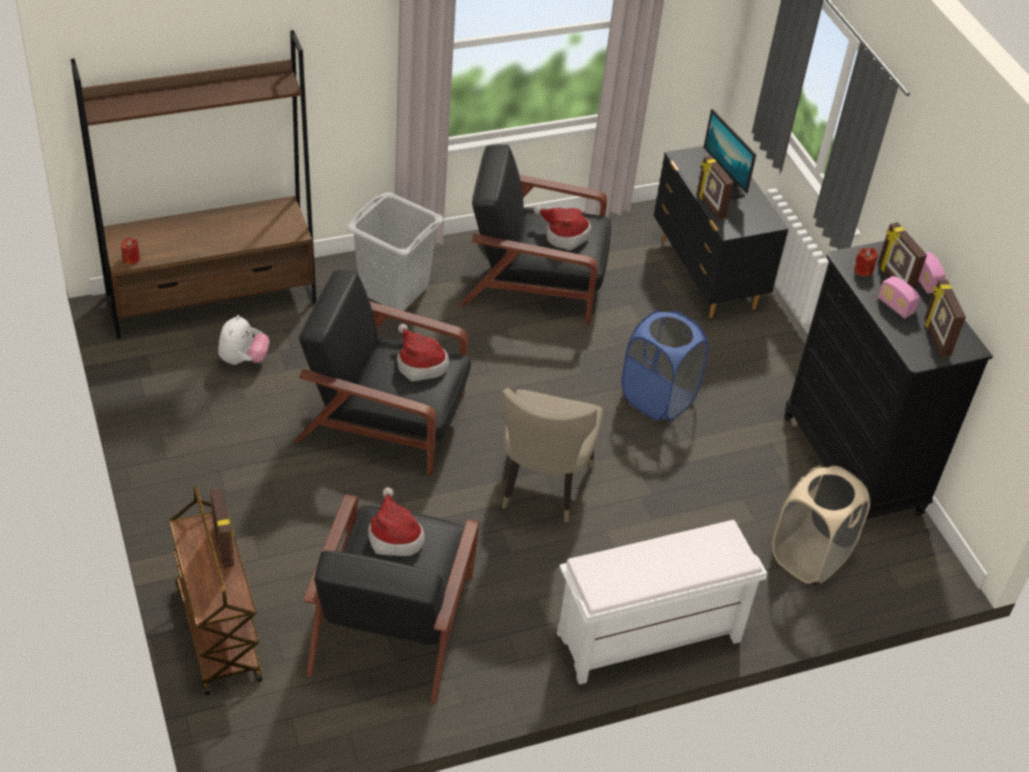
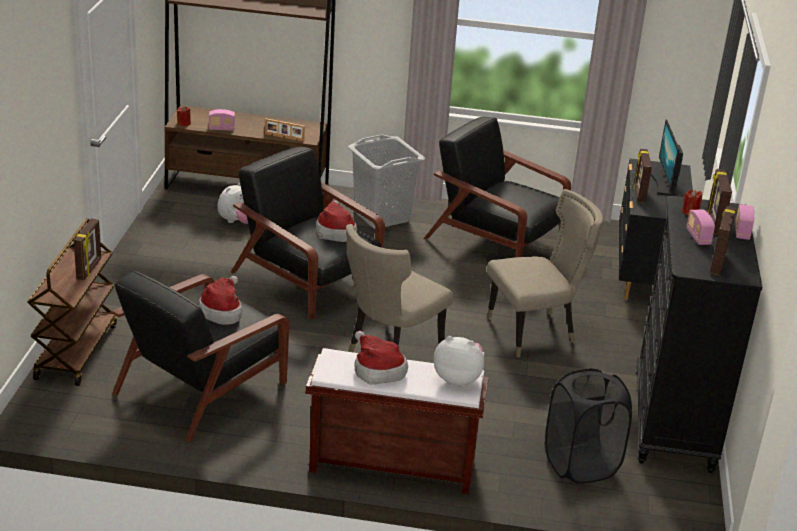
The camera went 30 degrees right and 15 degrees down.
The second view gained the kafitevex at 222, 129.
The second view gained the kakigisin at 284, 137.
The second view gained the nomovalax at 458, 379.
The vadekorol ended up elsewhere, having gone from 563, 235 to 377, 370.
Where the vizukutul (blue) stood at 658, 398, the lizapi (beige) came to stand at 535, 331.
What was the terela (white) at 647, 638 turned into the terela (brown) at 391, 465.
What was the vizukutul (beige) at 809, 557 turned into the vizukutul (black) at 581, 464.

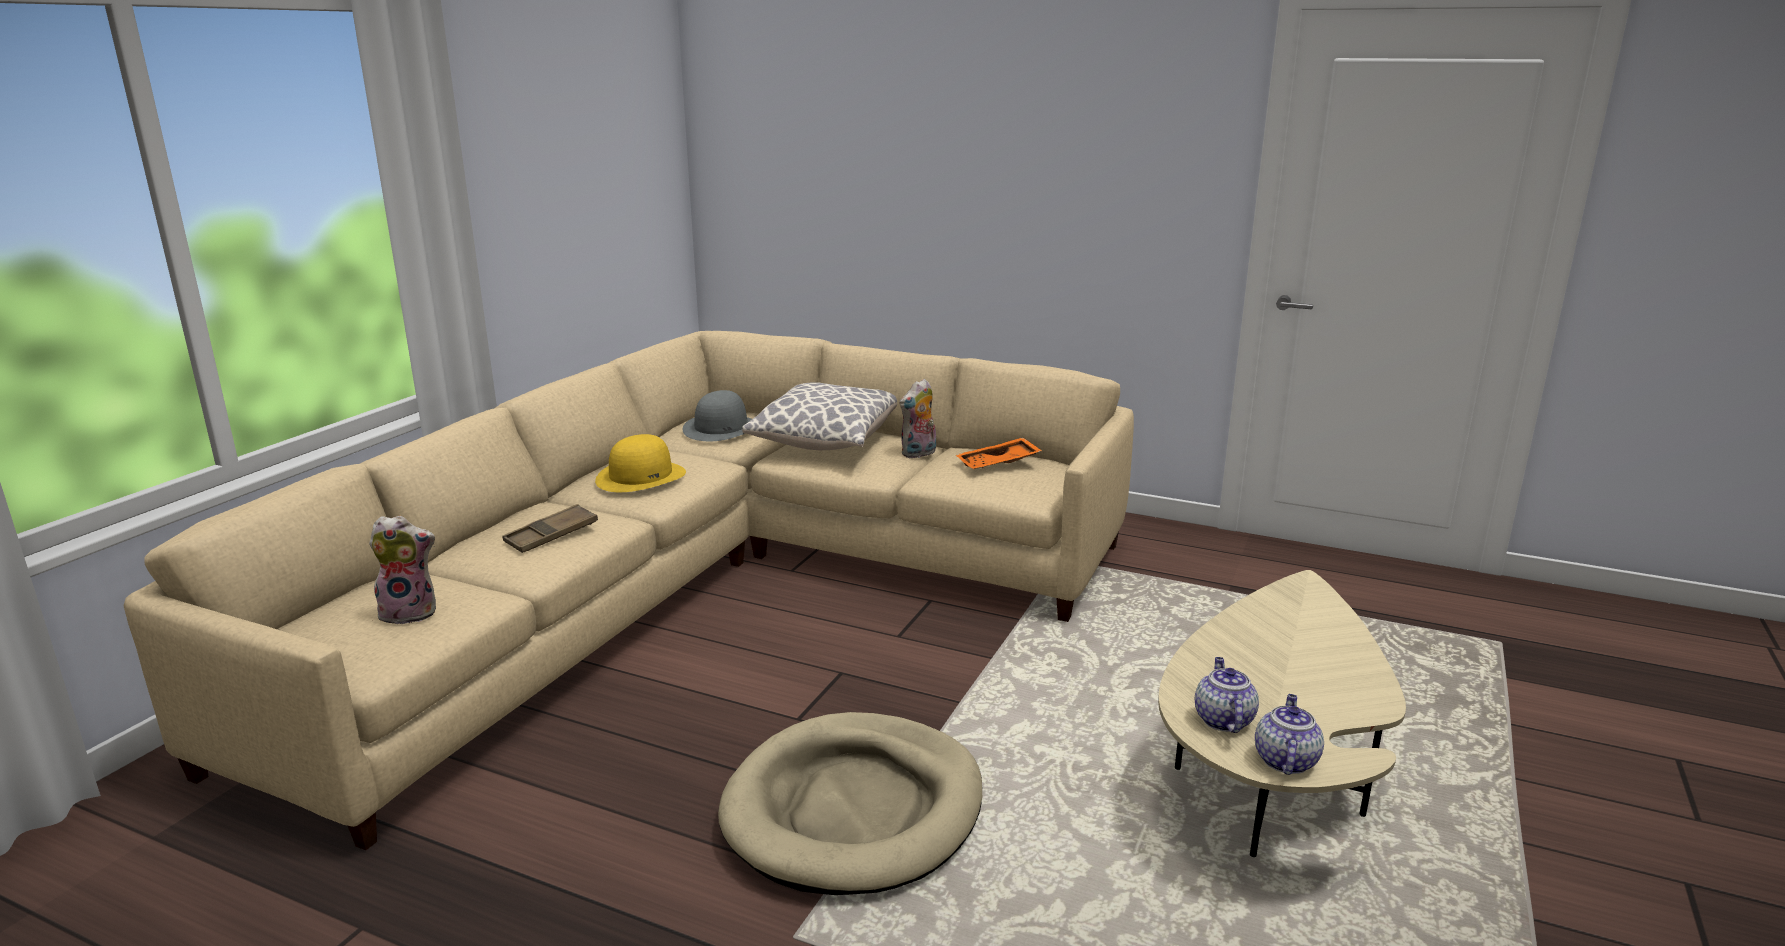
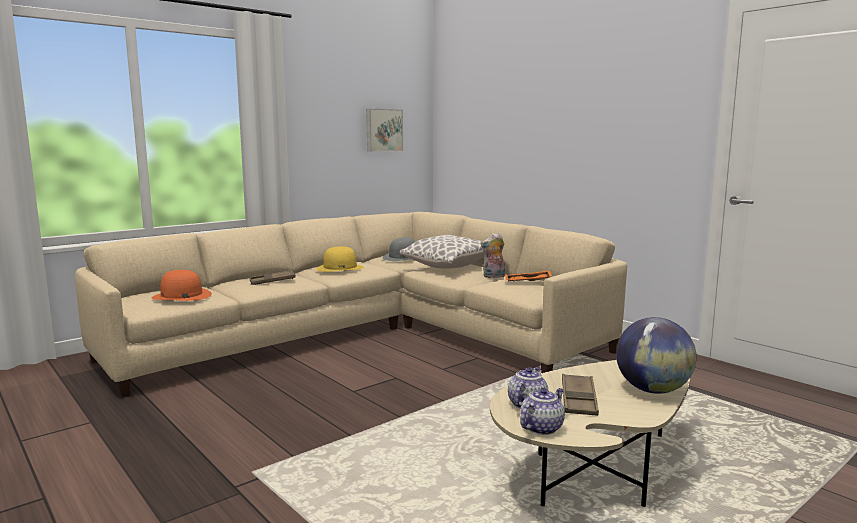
The camera went 25 degrees right and 10 degrees down.
The second view lost the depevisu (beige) at 854, 809.
The second view gained the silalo at 383, 130.
The second view gained the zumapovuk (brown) at 578, 400.
The second view gained the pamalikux at 652, 390.
Where the nomovalax stood at 411, 612, the vadekorol (orange) came to stand at 181, 296.

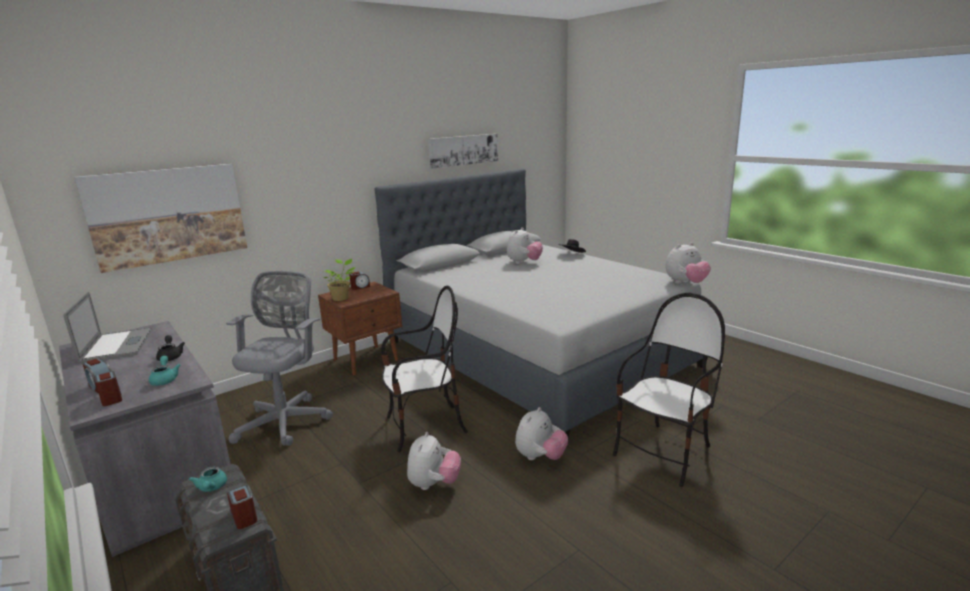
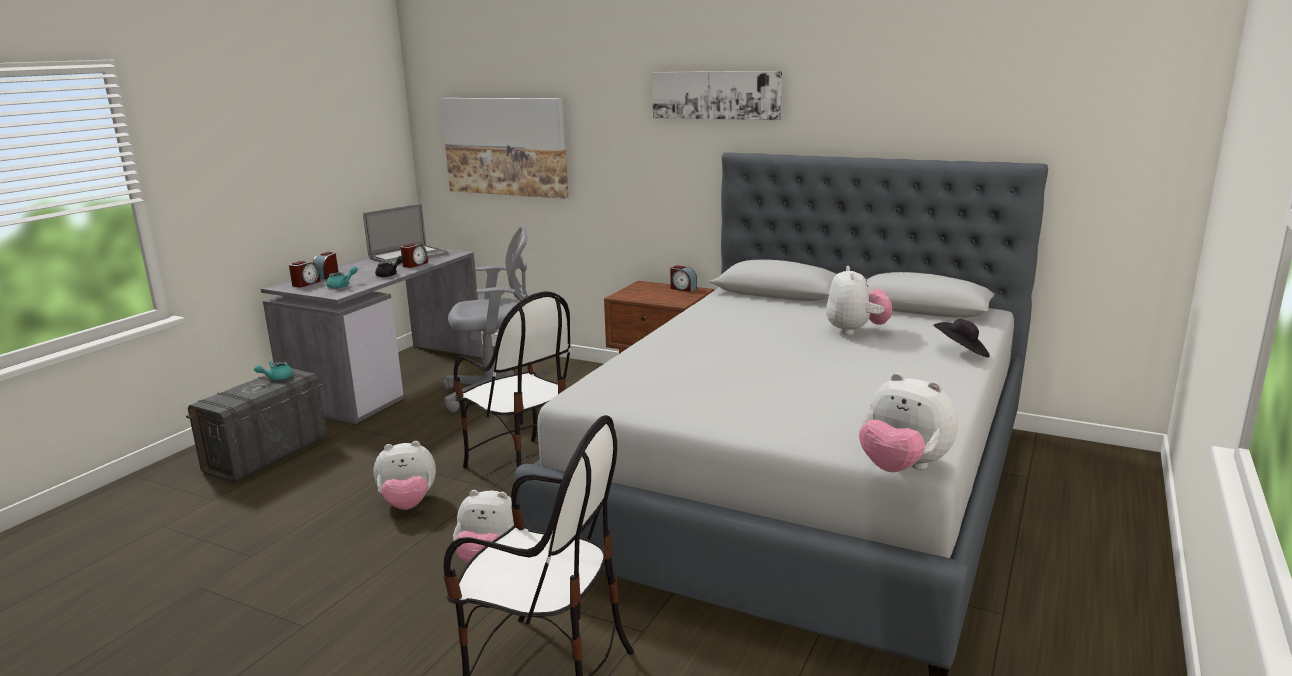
The camera went 65 degrees right and 0 degrees up.
The second view lost the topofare at 341, 298.
The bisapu ended up elsewhere, having gone from 244, 516 to 415, 264.
The silalo ended up elsewhere, having gone from 463, 150 to 716, 95.
The nomovalax at 524, 262 ended up facing another way, 90 degrees counterclockwise from before.

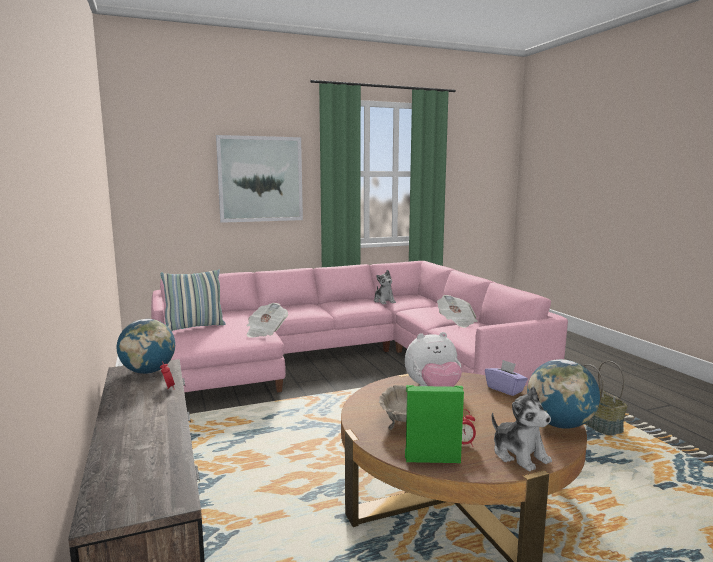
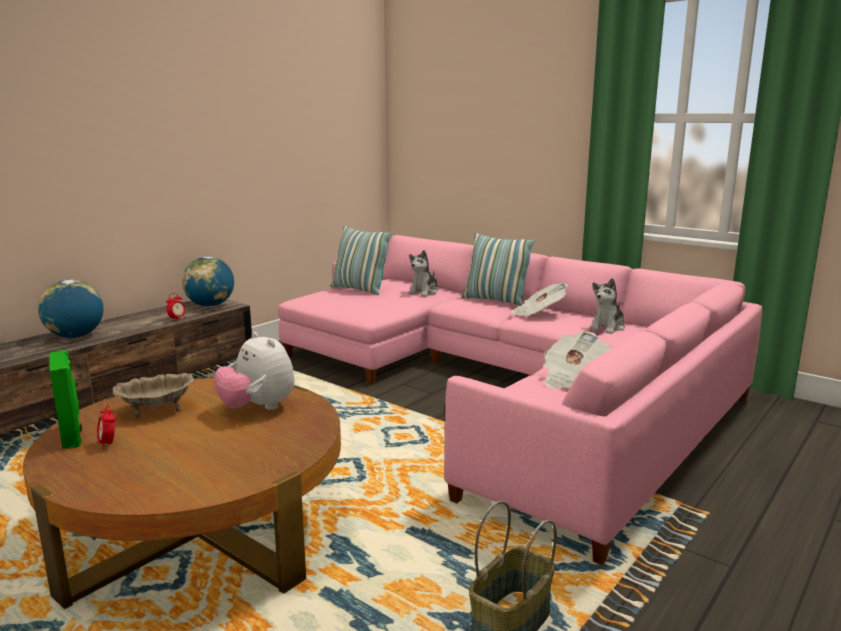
The camera went 60 degrees right and 5 degrees up.
The second view lost the silalo at 260, 179.
The second view lost the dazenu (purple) at 505, 389.
The second view gained the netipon at 495, 300.
The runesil ended up elsewhere, having gone from 265, 332 to 538, 314.
The nomovalax ended up elsewhere, having gone from 519, 455 to 424, 292.
The pamalikux ended up elsewhere, having gone from 560, 424 to 75, 336.

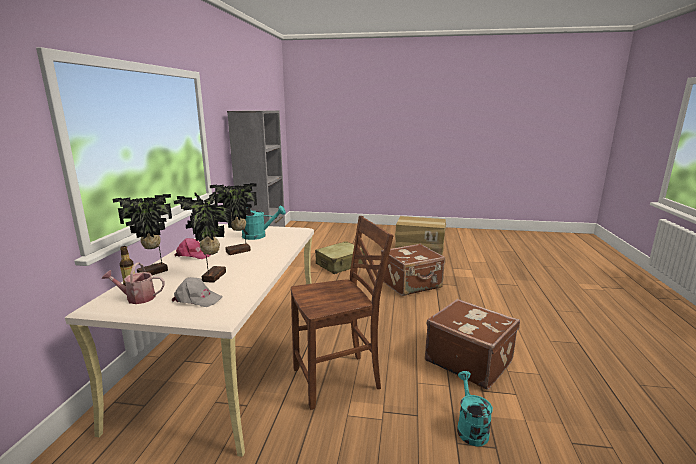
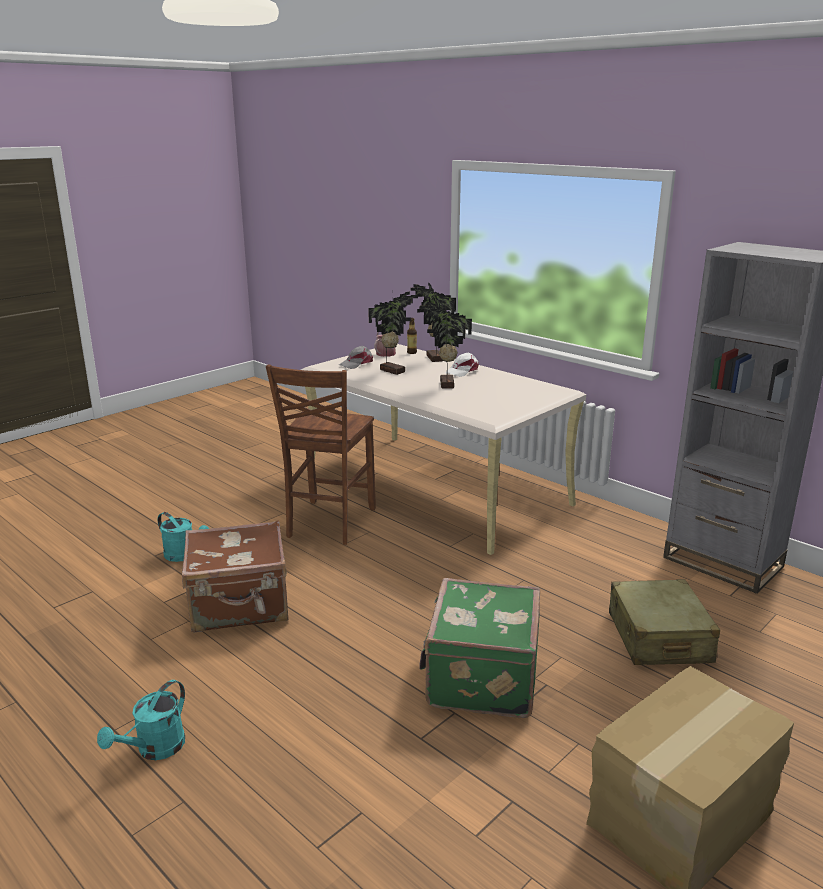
The camera went 125 degrees right and 5 degrees up.
The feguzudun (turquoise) ended up elsewhere, having gone from 258, 236 to 154, 750.
What was the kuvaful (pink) at 194, 255 turned into the kuvaful (white) at 462, 371.
What was the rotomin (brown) at 411, 285 turned into the rotomin (green) at 480, 678.

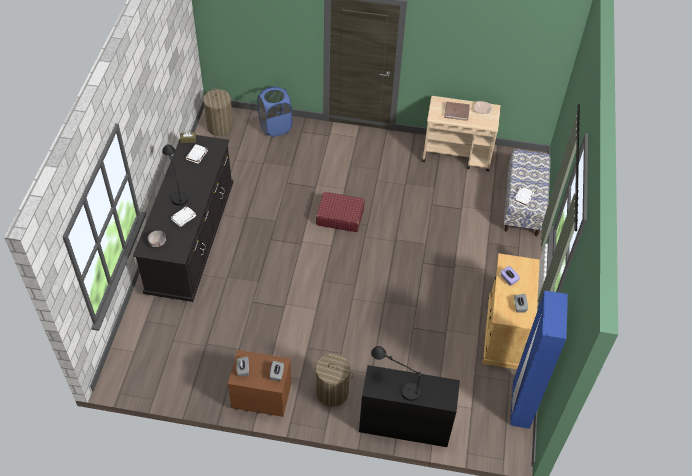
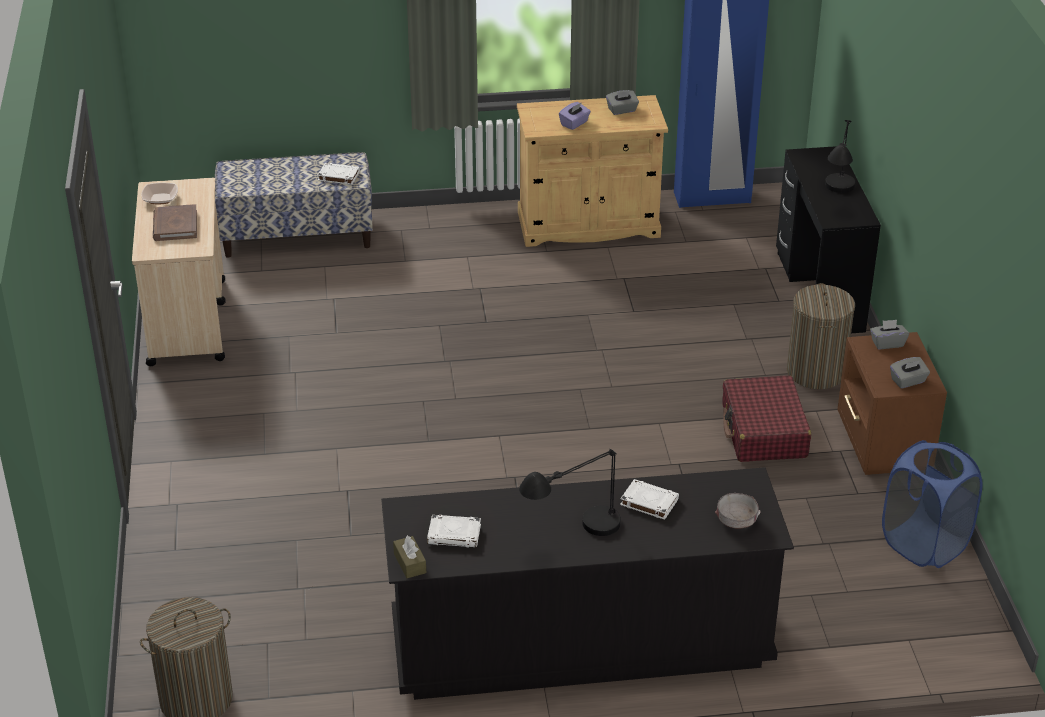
The camera went 105 degrees left and 15 degrees down.
The vizukutul (blue) ended up elsewhere, having gone from 275, 127 to 924, 544.
The rotomin (red) ended up elsewhere, having gone from 340, 216 to 763, 431.

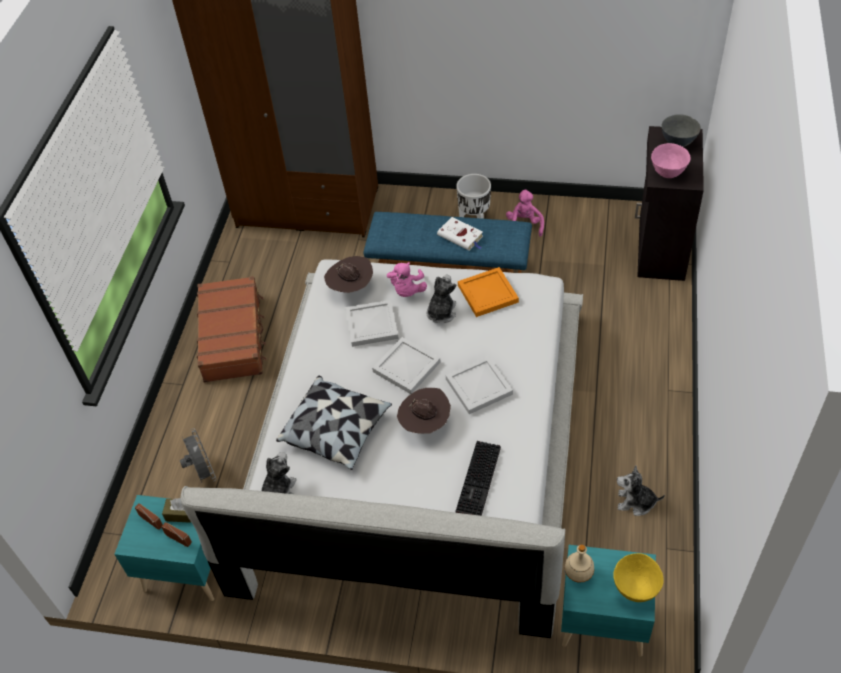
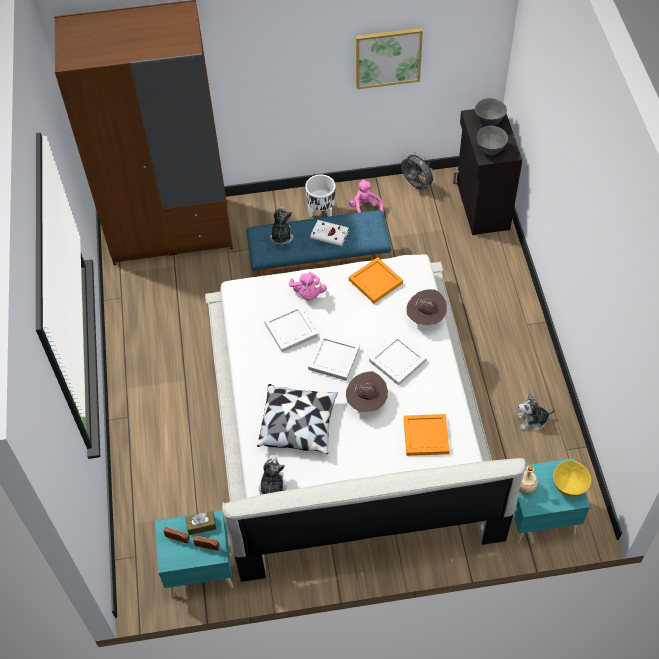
The camera went 20 degrees left and 5 degrees up.
The second view lost the rotomin (brown) at 233, 337.
The second view gained the silalo at 388, 57.
The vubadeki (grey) ended up elsewhere, having gone from 202, 472 to 415, 186.
The vadekorol (brown) ended up elsewhere, having gone from 351, 288 to 426, 318.
The nomovalax ended up elsewhere, having gone from 441, 312 to 281, 236.
Where the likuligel stood at 479, 481, the zumapovuk (orange) came to stand at 426, 436.
What was the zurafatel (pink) at 668, 173 turned into the zurafatel (grey) at 490, 150.

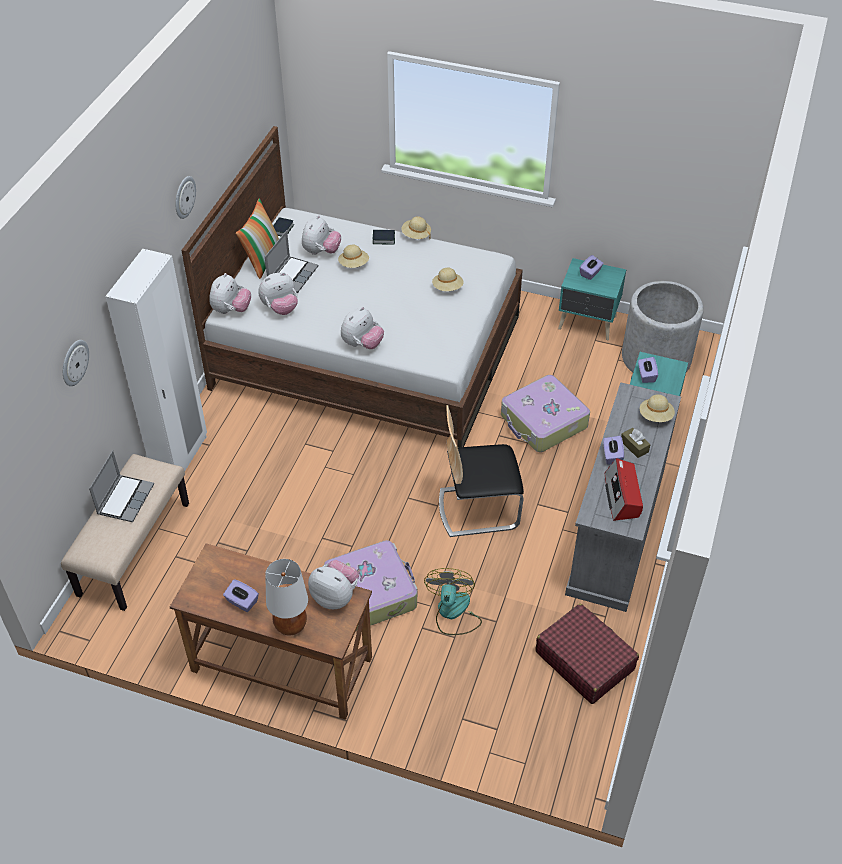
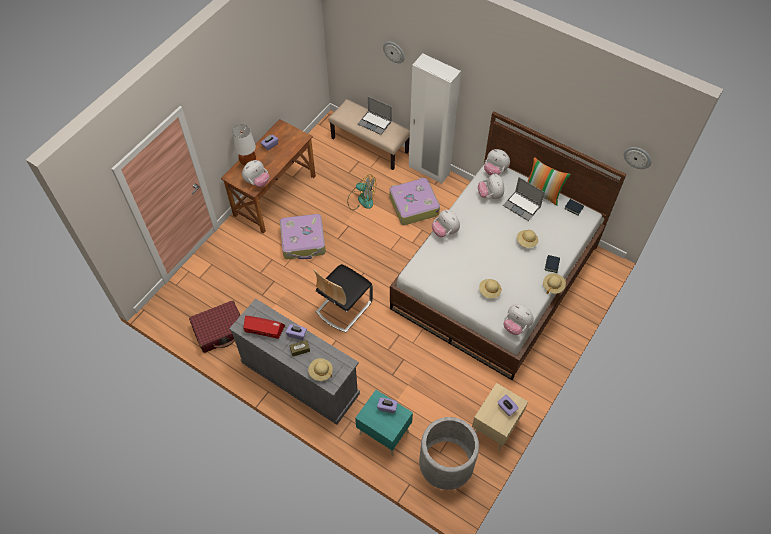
The camera went 105 degrees right and 10 degrees up.
The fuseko ended up elsewhere, having gone from 184, 197 to 637, 157.
The nomovalax ended up elsewhere, having gone from 321, 251 to 516, 326.
The vubadeki ended up elsewhere, having gone from 453, 613 to 361, 199.
The rotomin ended up elsewhere, having gone from 543, 422 to 413, 205.
What was the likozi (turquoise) at 588, 324 turned into the likozi (beige) at 494, 427.
The lizapi at 478, 508 ended up facing another way, 150 degrees counterclockwise from before.

